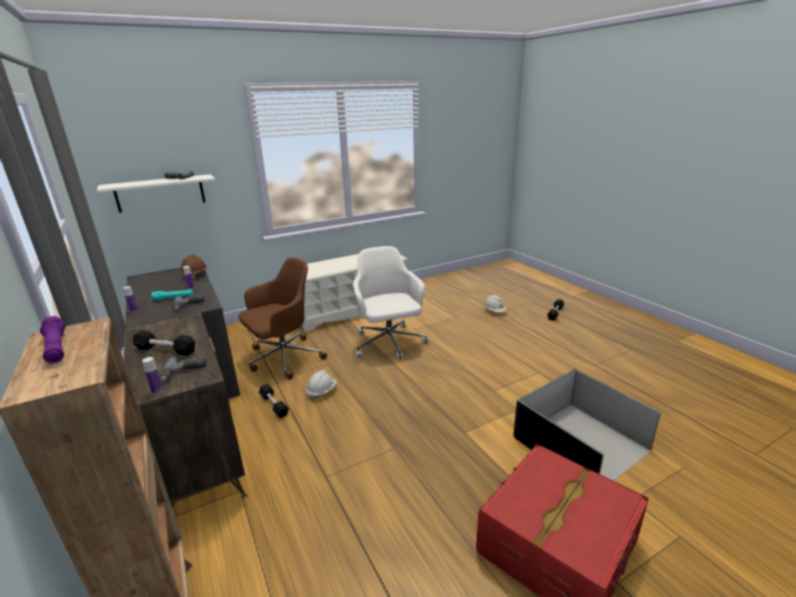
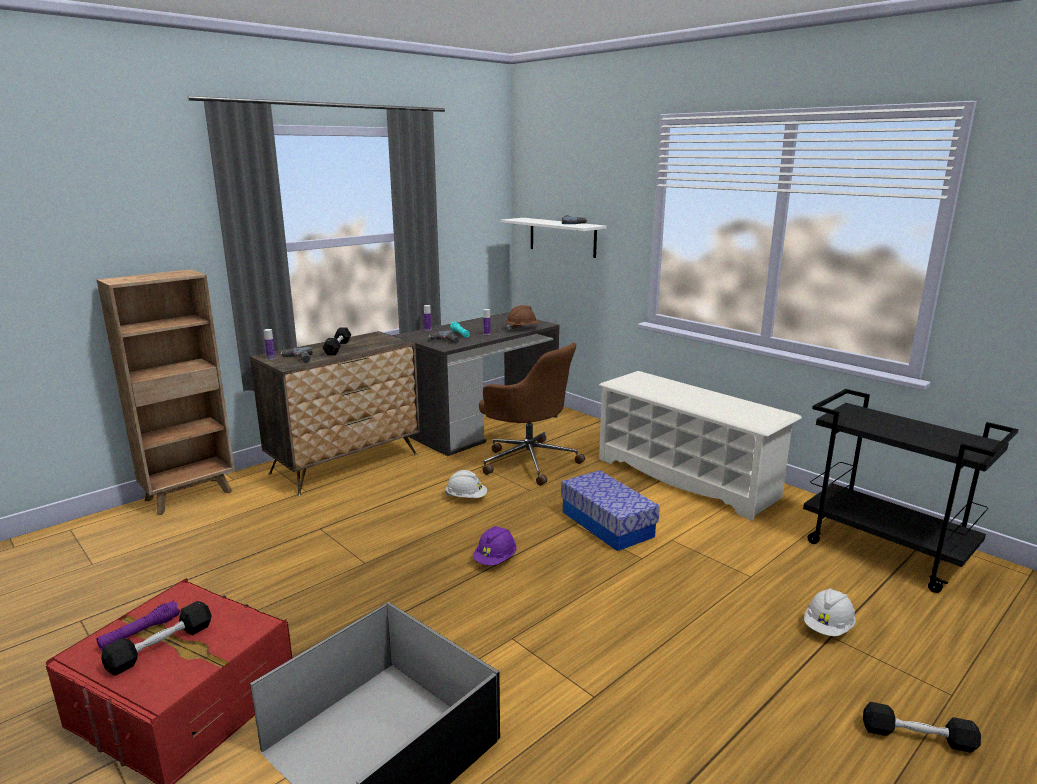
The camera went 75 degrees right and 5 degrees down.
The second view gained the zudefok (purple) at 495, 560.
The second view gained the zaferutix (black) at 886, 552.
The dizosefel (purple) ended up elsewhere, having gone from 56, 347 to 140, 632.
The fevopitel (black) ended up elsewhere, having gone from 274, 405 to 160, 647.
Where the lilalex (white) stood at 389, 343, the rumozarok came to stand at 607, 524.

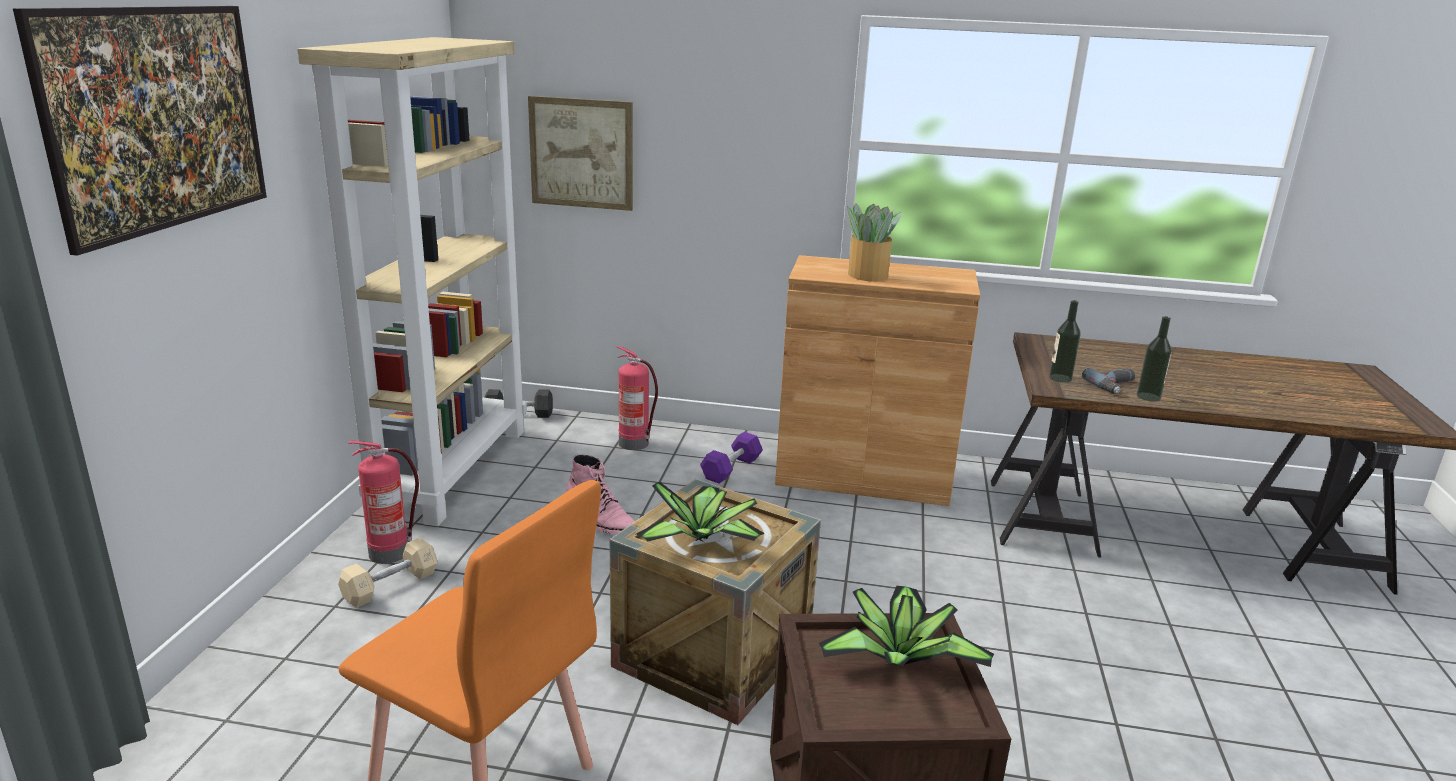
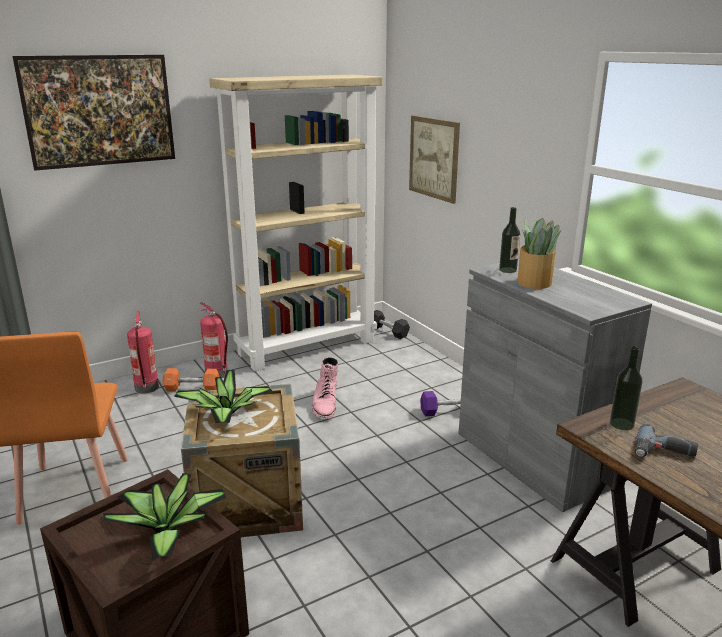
The camera went 50 degrees right and 0 degrees up.
The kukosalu ended up elsewhere, having gone from 635, 443 to 147, 388.
The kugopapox ended up elsewhere, having gone from 1148, 397 to 507, 270.
What was the fevopitel (beige) at 390, 586 turned into the fevopitel (orange) at 192, 388.
What was the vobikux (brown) at 863, 475 turned into the vobikux (grey) at 533, 458.

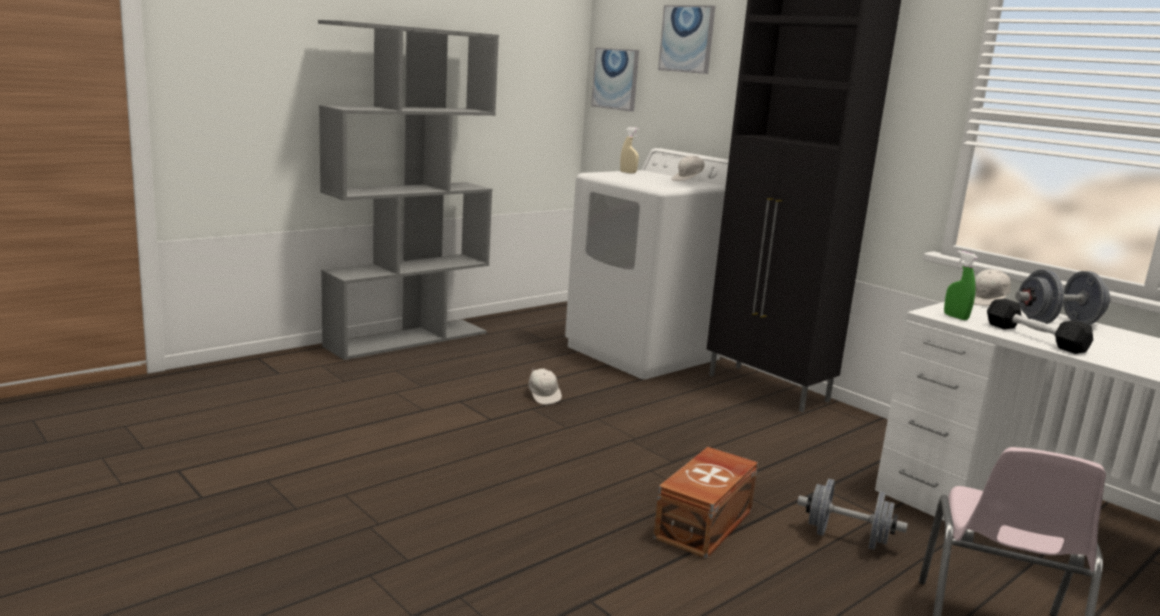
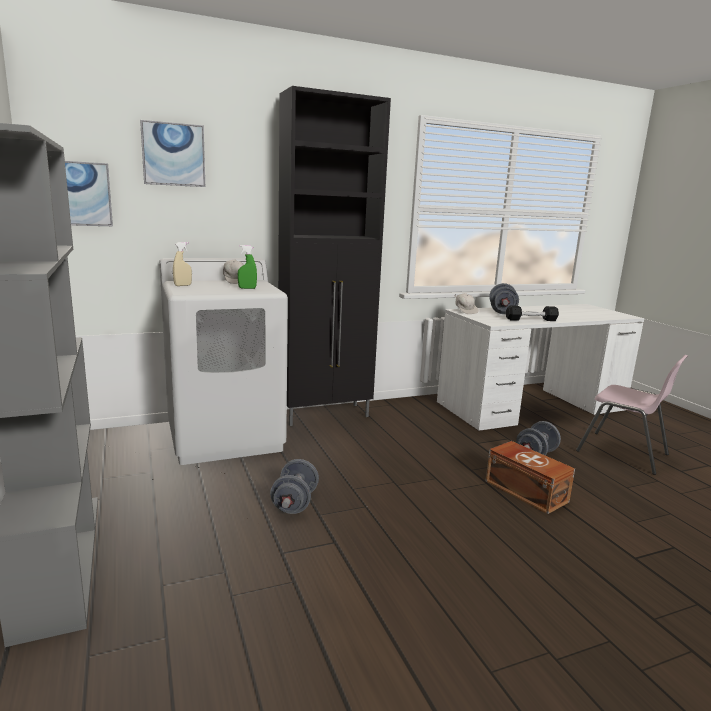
The camera went 70 degrees left and 0 degrees up.
The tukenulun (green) ended up elsewhere, having gone from 955, 317 to 247, 288.
Where the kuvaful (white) stood at 543, 396, the fevopitel (grey) came to stand at 295, 503.

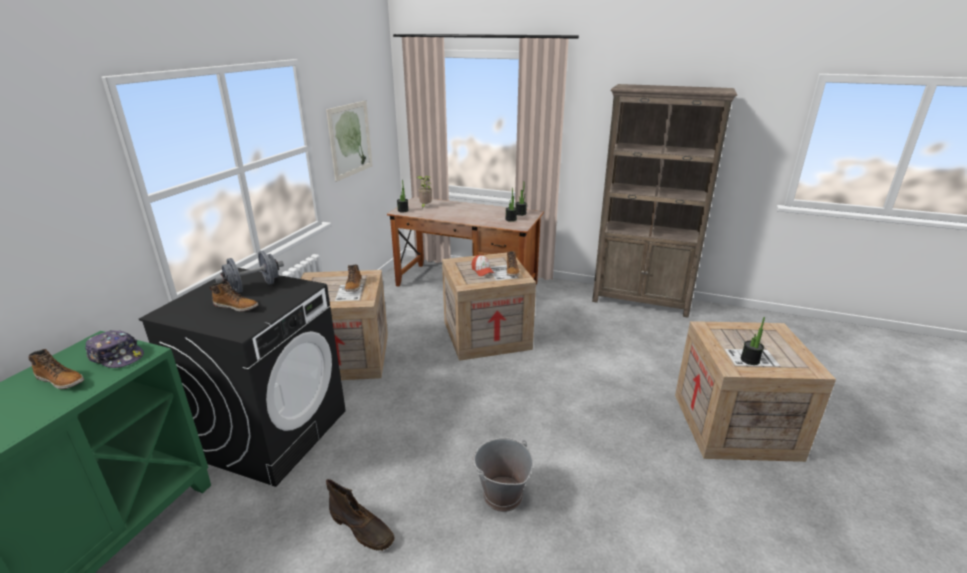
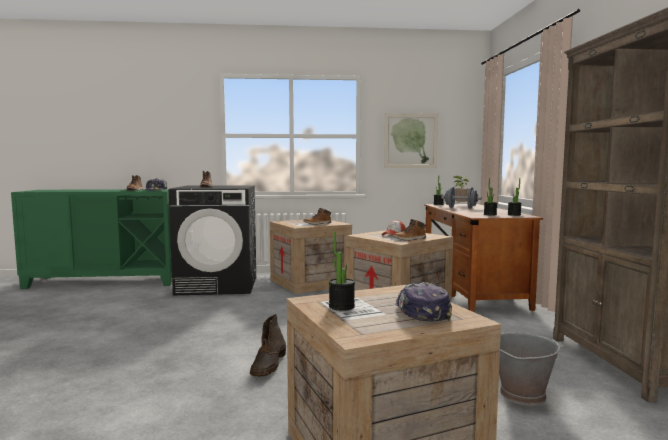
The camera went 65 degrees right and 20 degrees down.
The second view gained the kuvaful at 421, 312.
The fevopitel (grey) ended up elsewhere, having gone from 253, 287 to 460, 208.
The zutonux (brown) ended up elsewhere, having gone from 362, 529 to 268, 365.
The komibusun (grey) ended up elsewhere, having gone from 502, 495 to 521, 394.

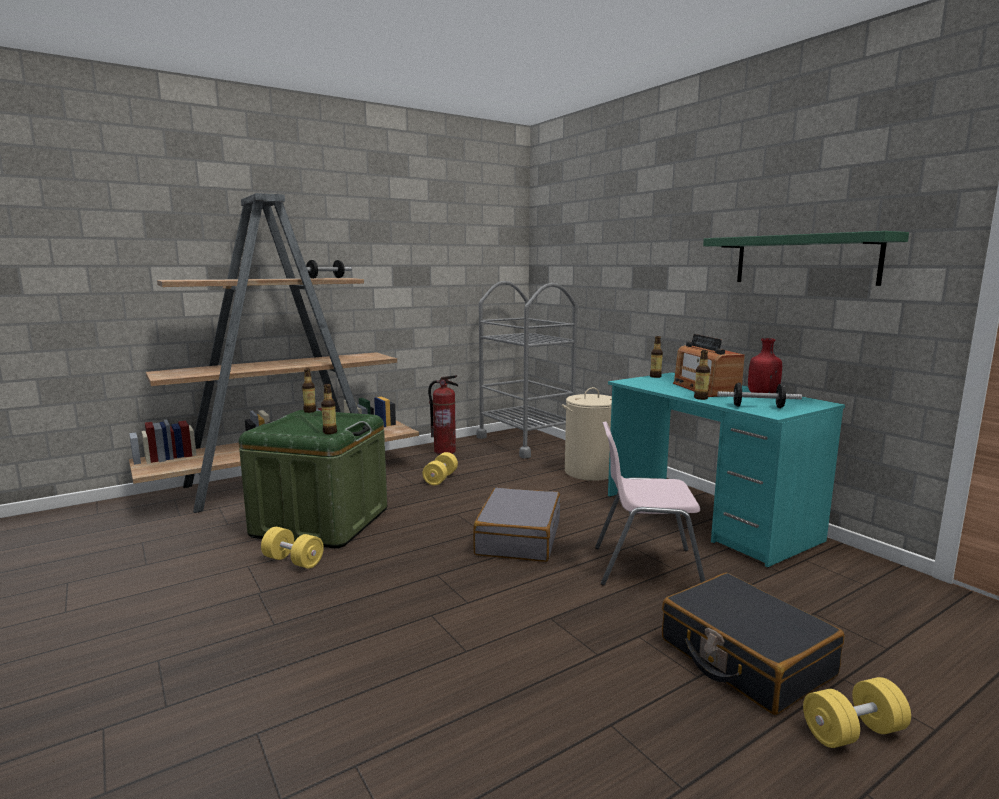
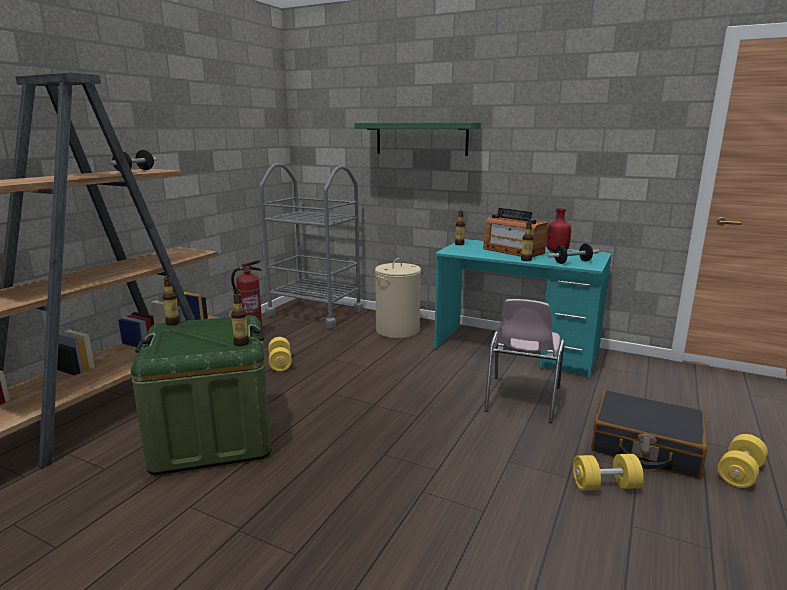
The camera went 30 degrees left and 5 degrees up.
The second view lost the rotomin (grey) at 518, 538.
The fevopitel (yellow) ended up elsewhere, having gone from 293, 561 to 605, 485.
The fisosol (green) ended up elsewhere, having gone from 804, 260 to 421, 139.
The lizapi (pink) at 644, 567 ended up facing another way, 45 degrees counterclockwise from before.

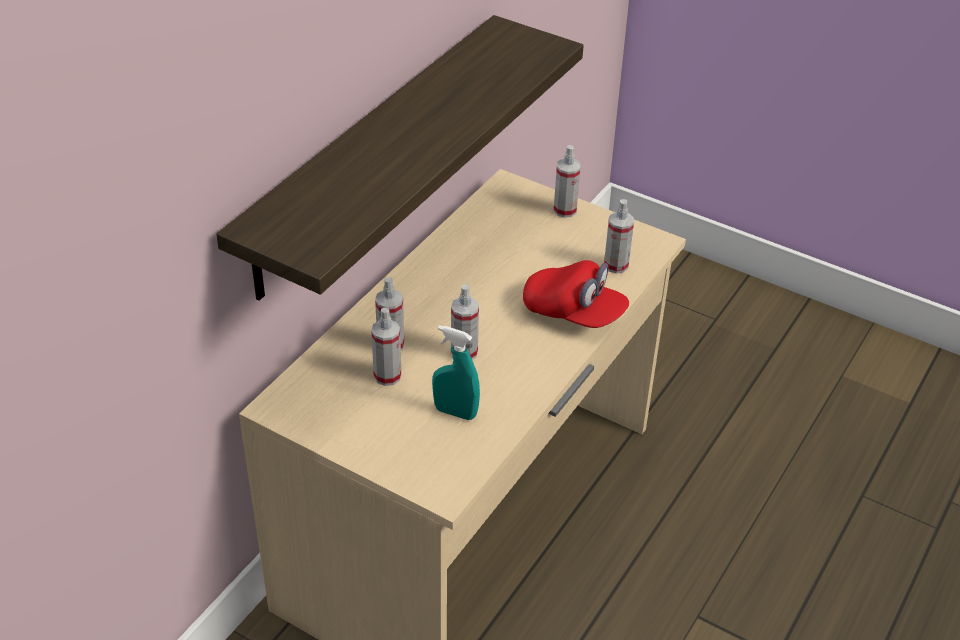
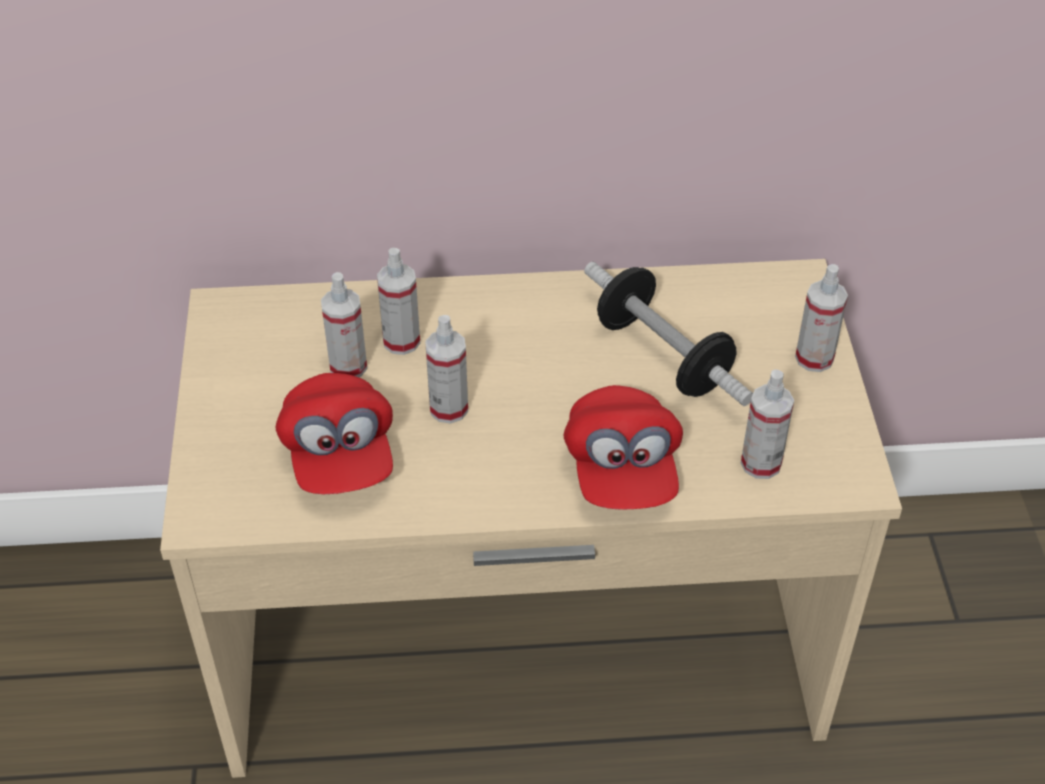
The camera went 55 degrees right and 5 degrees up.
The second view lost the fisosol at 372, 155.
The second view gained the fevopitel at 663, 356.
Where the tukenulun (turquoise) stood at 455, 412, the kuvaful (red) came to stand at 339, 455.

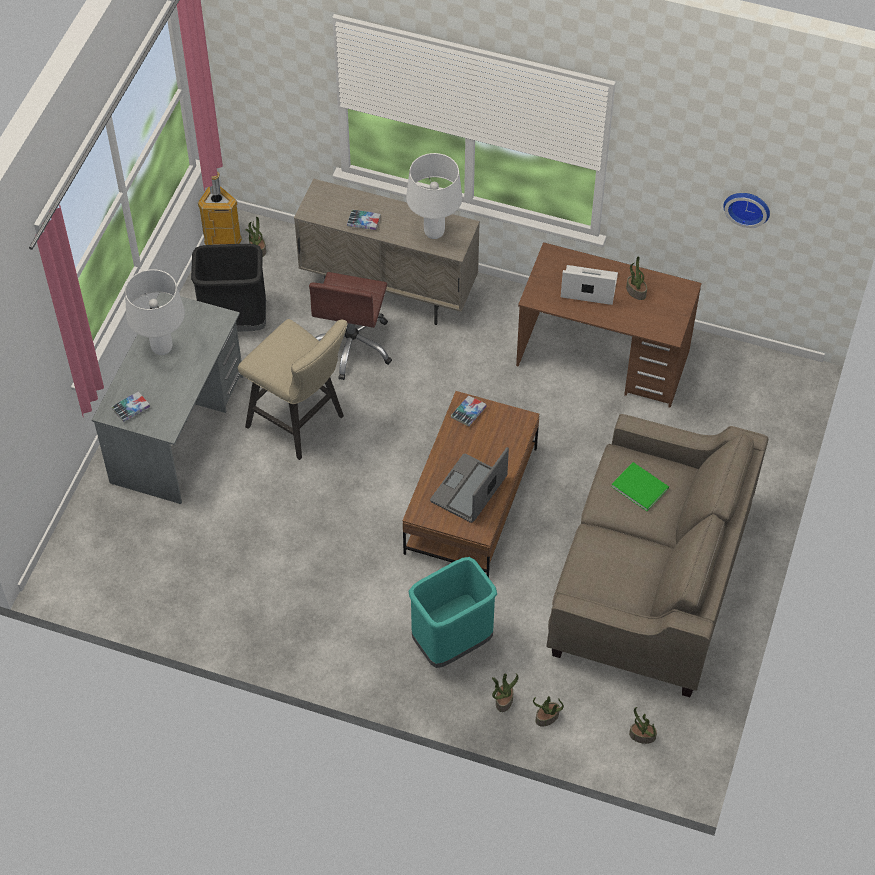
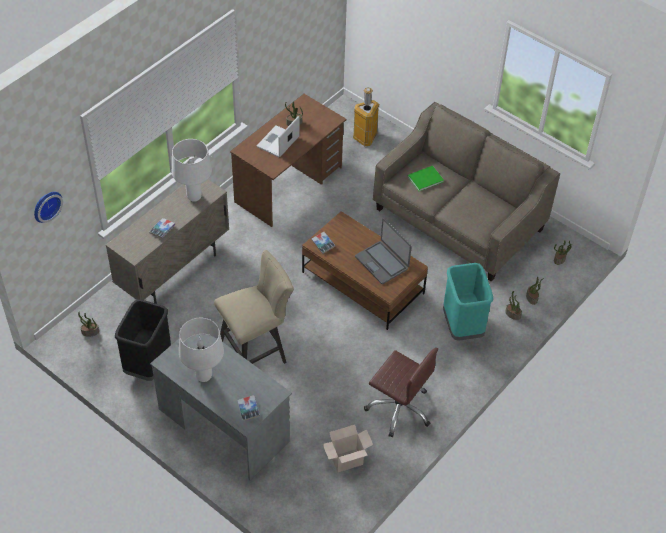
The camera went 70 degrees left and 5 degrees down.
The second view gained the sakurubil at 346, 461.
The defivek ended up elsewhere, having gone from 223, 239 to 366, 138.
The lilalex (brown) ended up elsewhere, having gone from 352, 345 to 399, 408.
The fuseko ended up elsewhere, having gone from 747, 206 to 46, 205.

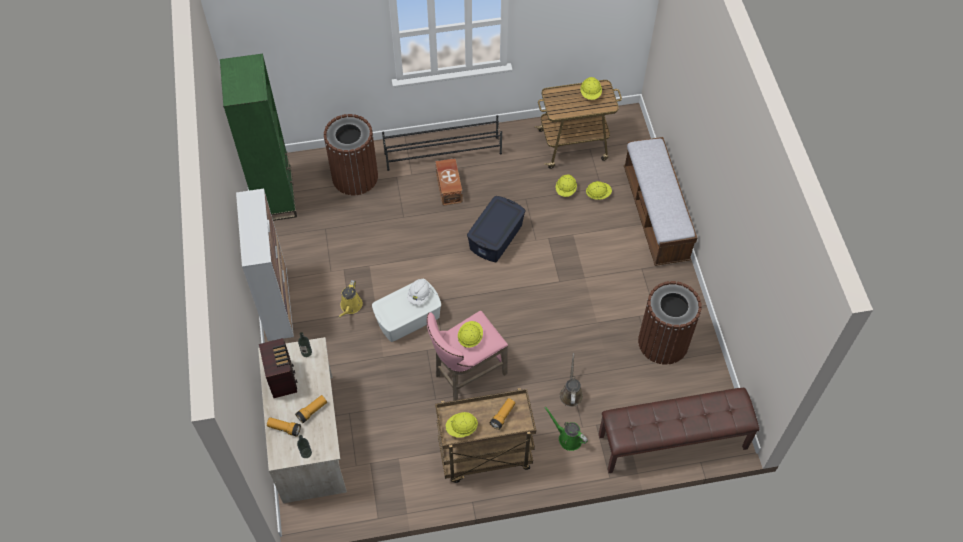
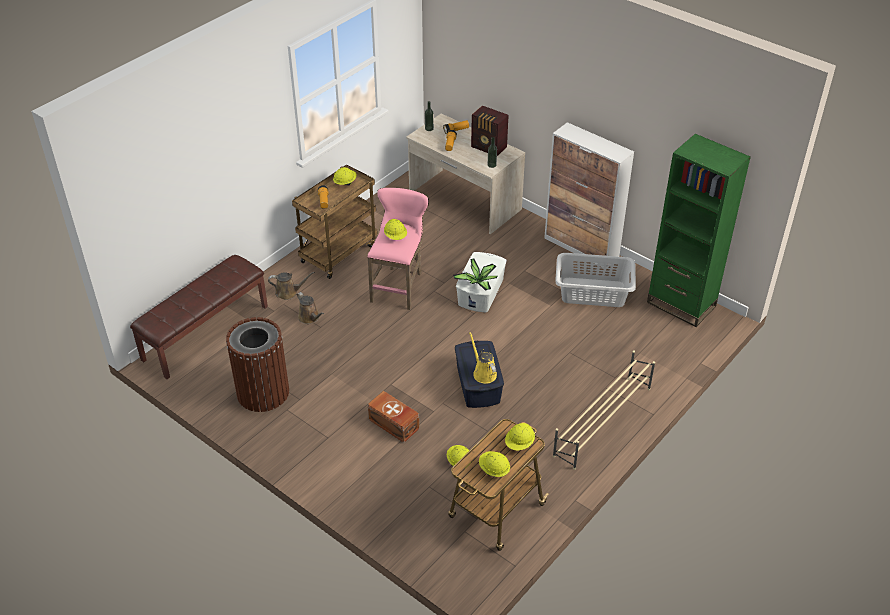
The camera went 140 degrees right and 15 degrees down.
The second view lost the defivek (brown) at 355, 176.
The second view lost the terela at 655, 215.
The second view gained the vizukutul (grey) at 593, 293.
The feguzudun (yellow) ended up elsewhere, having gone from 350, 306 to 483, 373.
The rumozarok (brown) ended up elsewhere, having gone from 449, 187 to 394, 425.
The zudefok (yellow) ended up elsewhere, having gone from 598, 194 to 519, 443.
Where the zudefok (white) stood at 419, 295, the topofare came to stand at 478, 282.
What was the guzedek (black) at 443, 153 turned into the guzedek (beige) at 602, 422.
What was the feguzudun (green) at 568, 438 turned into the feguzudun (brown) at 288, 292.

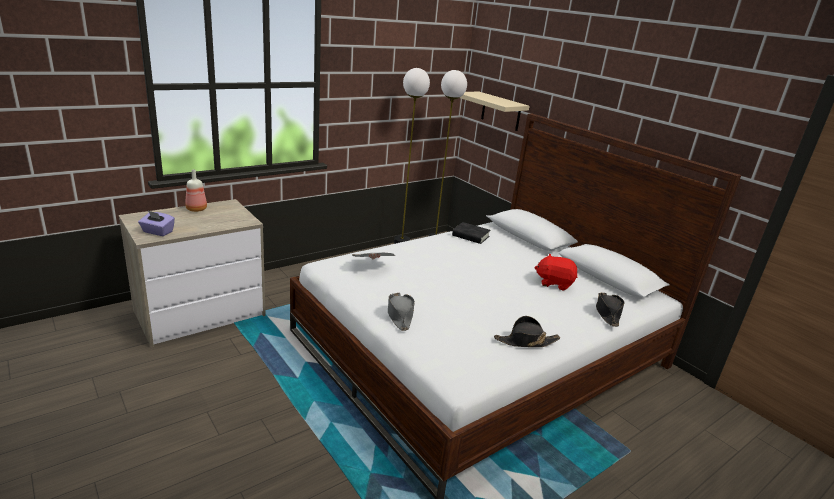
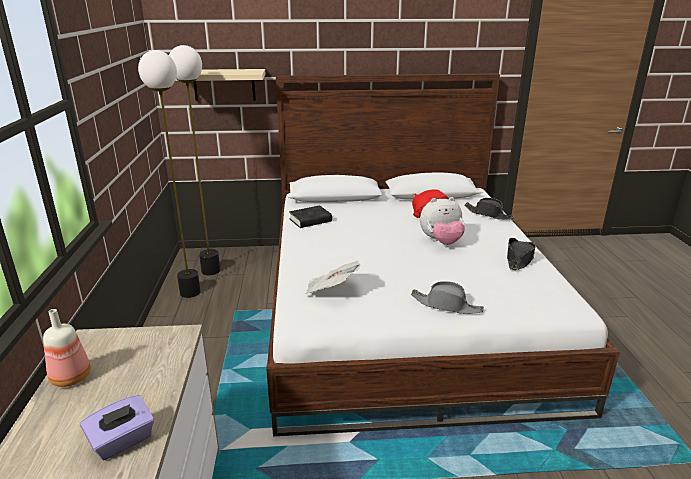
The camera went 55 degrees left and 0 degrees up.
The second view gained the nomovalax at 441, 242.

